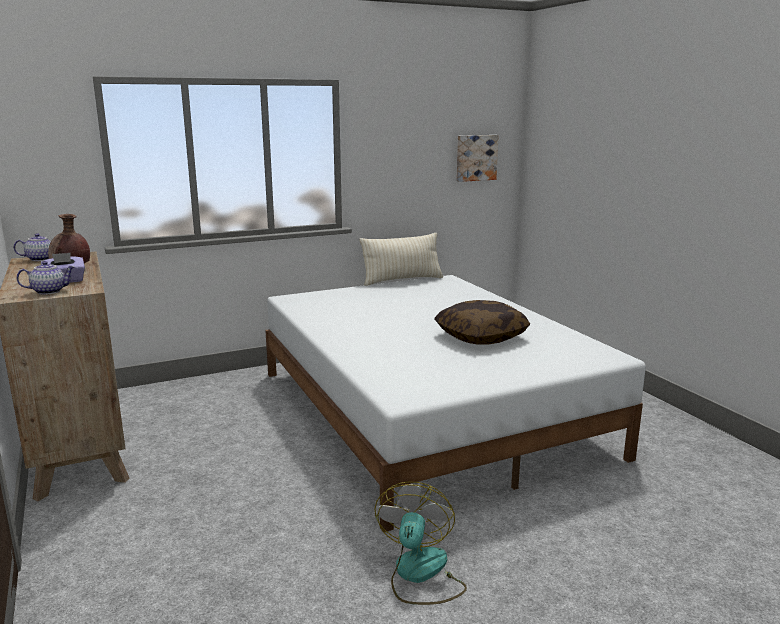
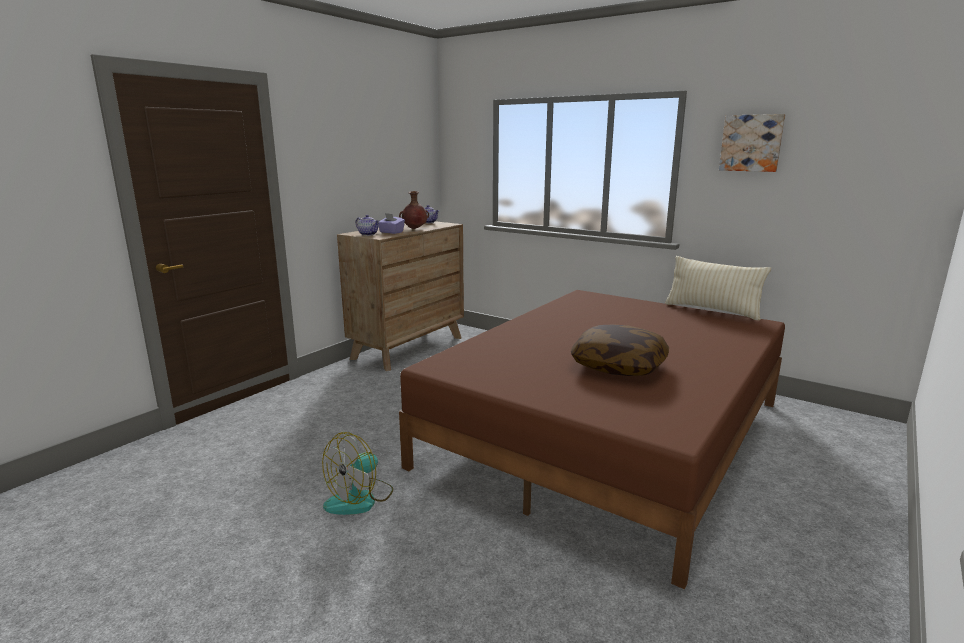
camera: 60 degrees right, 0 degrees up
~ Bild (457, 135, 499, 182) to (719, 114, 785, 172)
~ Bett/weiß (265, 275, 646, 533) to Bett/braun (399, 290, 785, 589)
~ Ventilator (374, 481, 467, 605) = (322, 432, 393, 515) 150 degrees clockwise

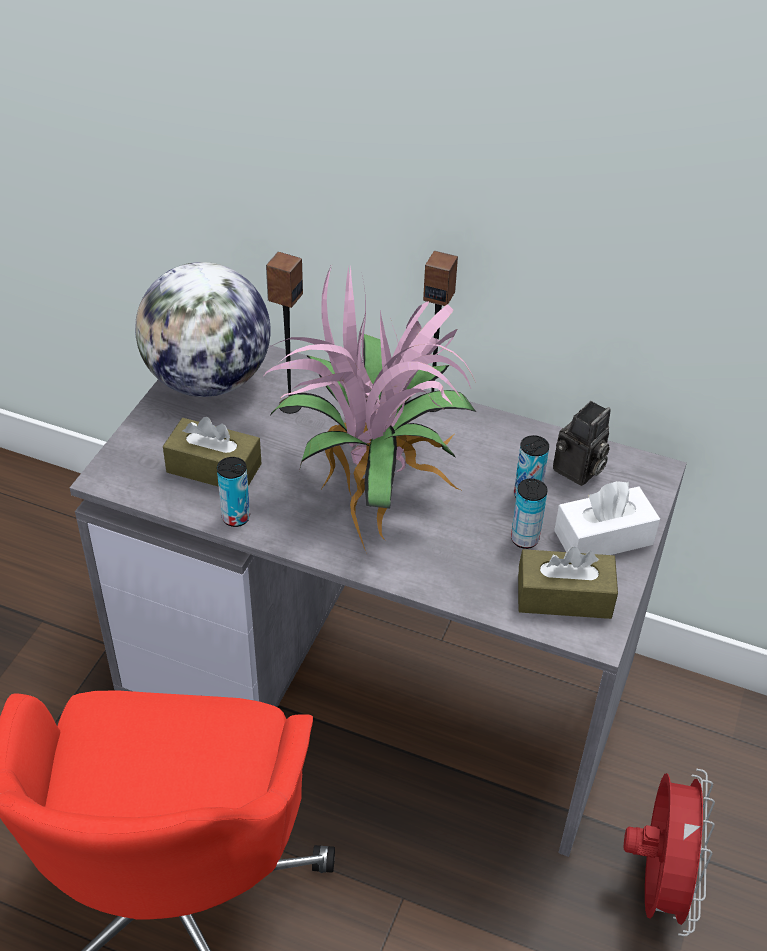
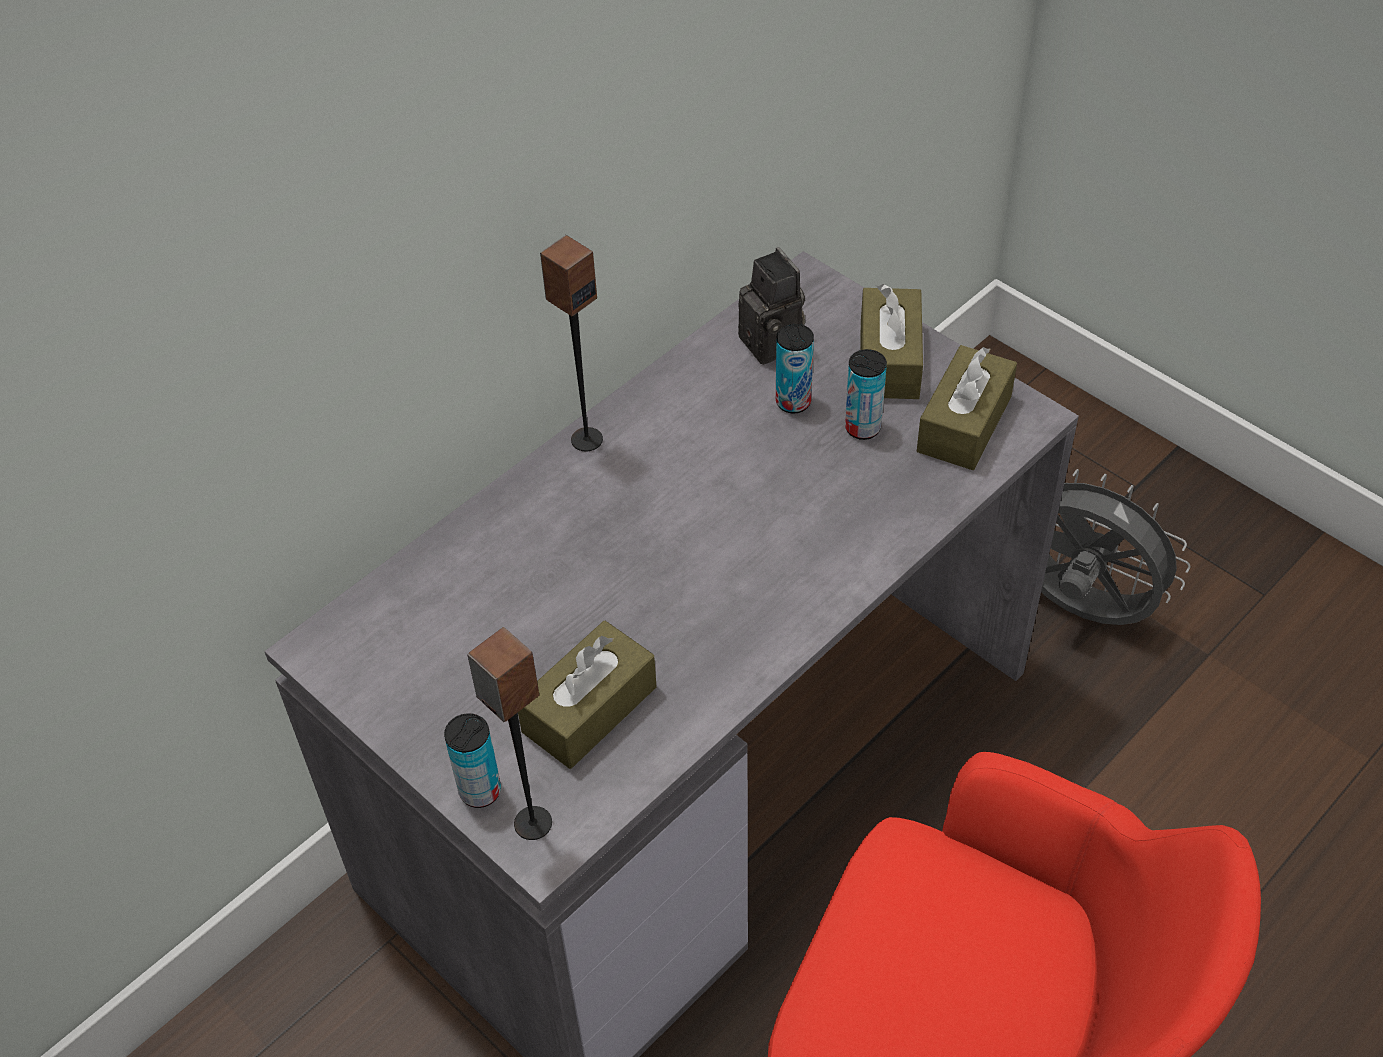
camera: 65 degrees left, 5 degrees up
- Globus (135, 262, 270, 397)
- Topfpflanze (264, 263, 476, 554)
~ Dose (217, 457, 250, 527) to (444, 713, 501, 808)
~ Lautsprecher (266, 252, 303, 414) to (467, 627, 552, 840)
~ Taschentuchbox/weiß (554, 481, 660, 555) to Taschentuchbox/braun (860, 284, 923, 399)
~ Ventilator/rot (624, 769, 715, 936) to Ventilator/grau (1041, 469, 1191, 625)

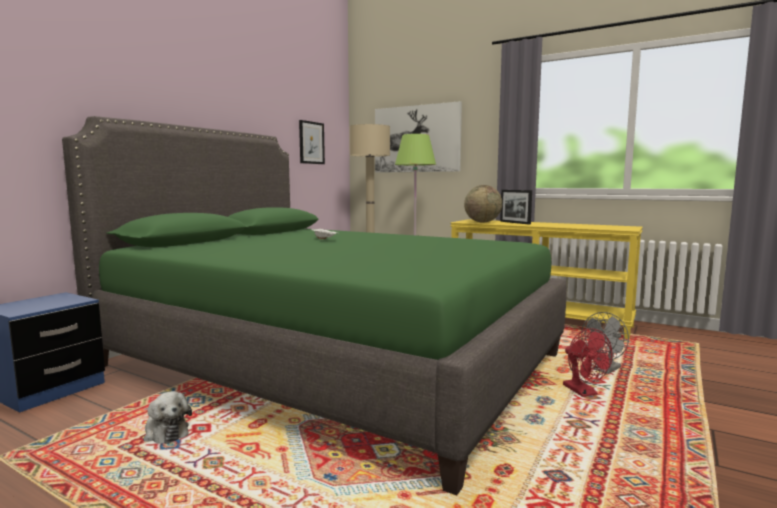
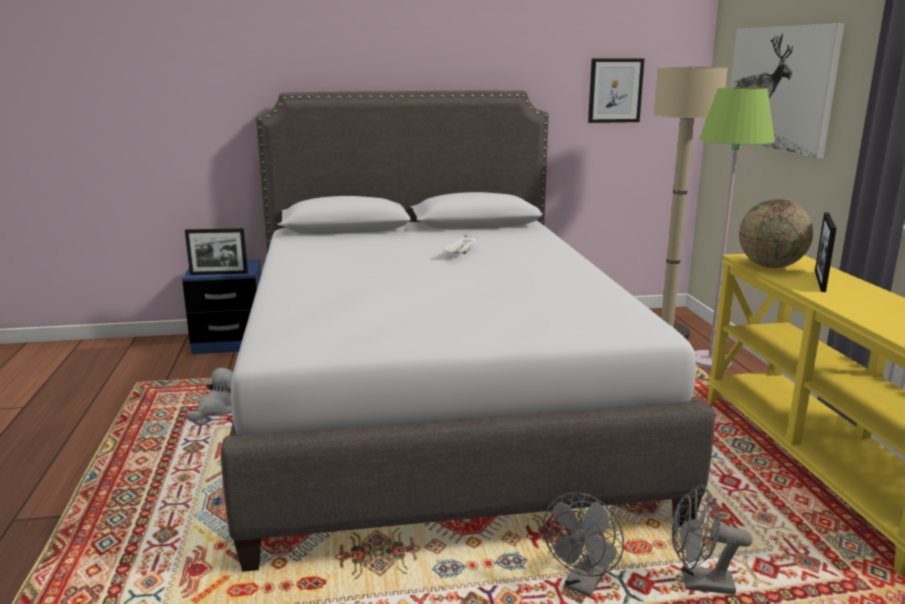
camera: 50 degrees right, 10 degrees up
+ Bilderrahmen (185, 228, 248, 275)
~ Bett/grün (62, 116, 567, 495) to Bett/grau (221, 91, 715, 572)
~ Ventilator/rot (563, 328, 612, 397) to Ventilator/grau (543, 492, 624, 597)
~ Plüschtier (143, 391, 192, 444) = (186, 368, 233, 421) 150 degrees counterclockwise

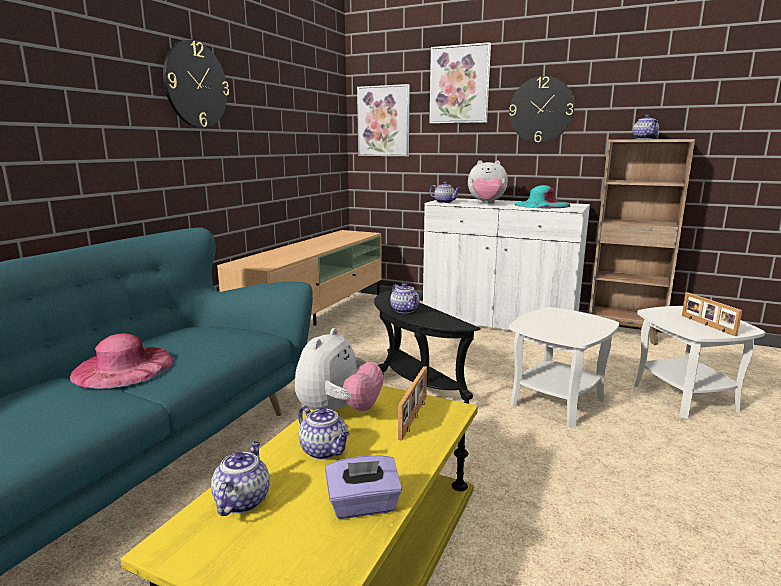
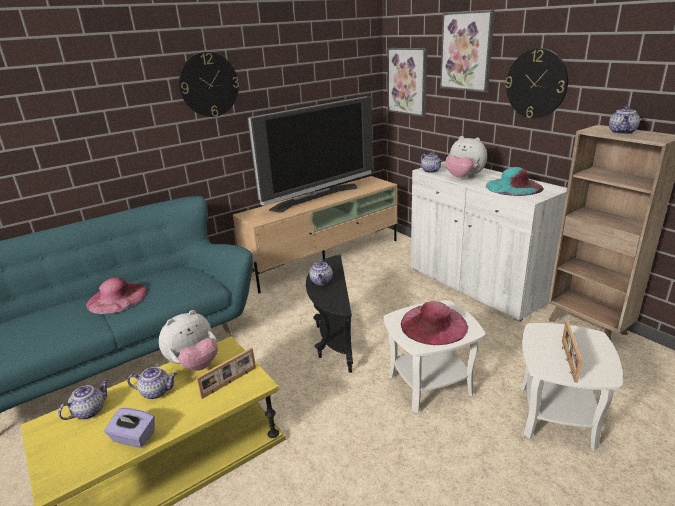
camera: 30 degrees right, 10 degrees up
+ Fernseher (247, 96, 373, 213)
+ Hut/rosa (401, 301, 468, 345)
~ Teekanne (298, 406, 350, 459) = (127, 367, 177, 399) 75 degrees counterclockwise

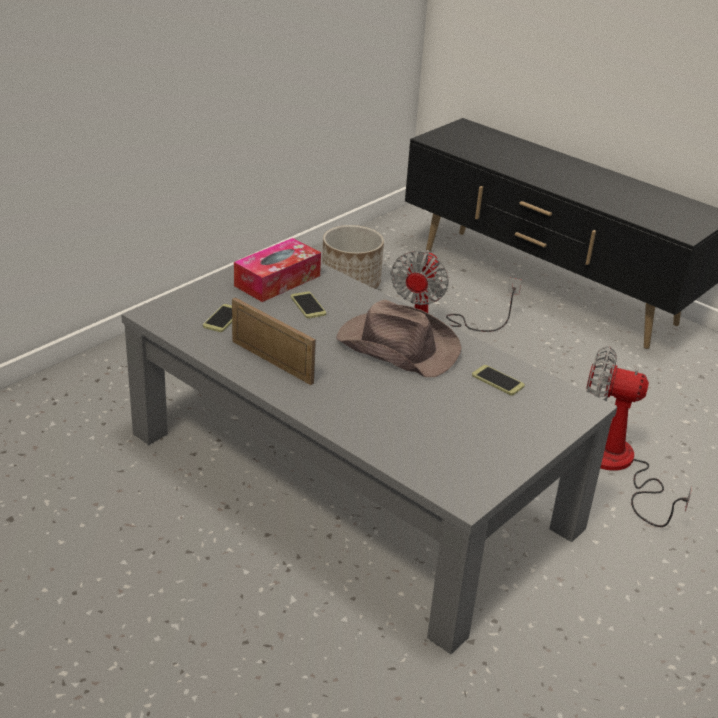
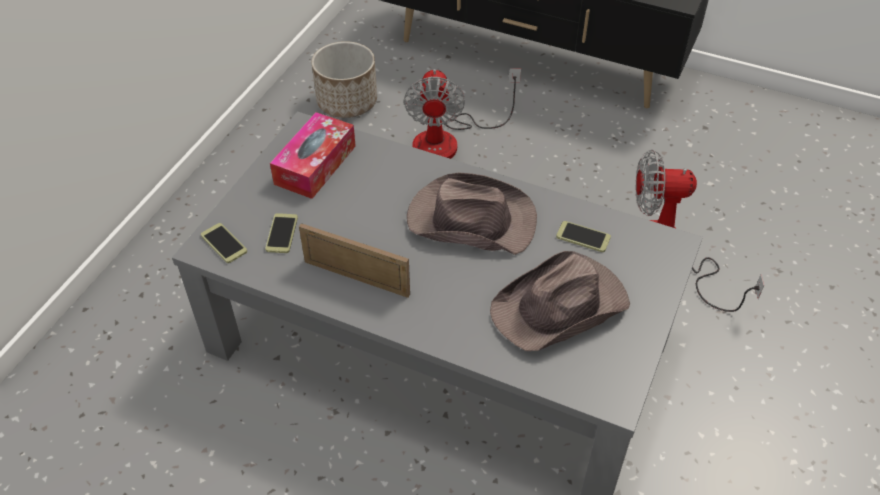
camera: 15 degrees left, 15 degrees up
+ Hut/braun (490, 251, 630, 351)
~ Handy (291, 291, 326, 319) to (201, 223, 247, 263)

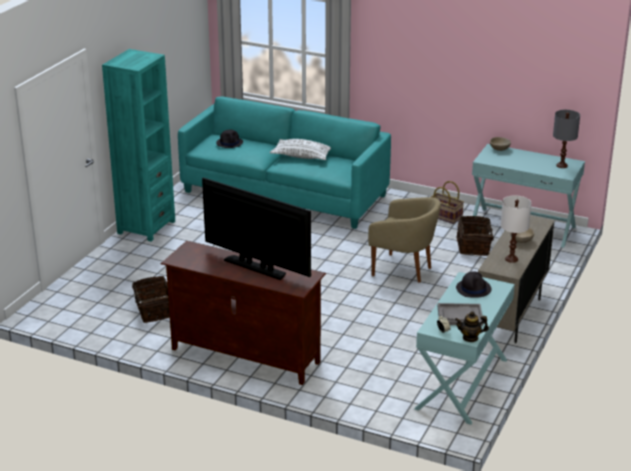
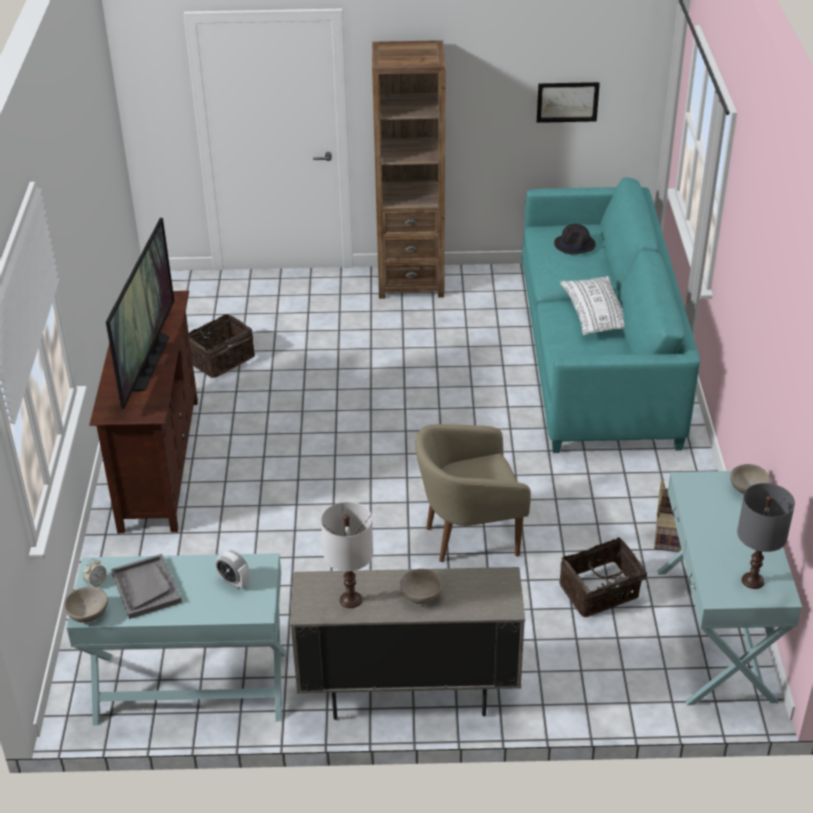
camera: 65 degrees right, 10 degrees up
+ Bild (537, 82, 600, 123)
~ Teekanne (455, 311, 489, 342) to Schüssel/beige (64, 587, 108, 623)
~ Hut/schwarz (456, 271, 492, 298) to Wecker (216, 550, 249, 589)
~ Bücherregal/türkis (102, 49, 175, 242) to Bücherregal/braun (372, 40, 446, 299)
~ Sessel/beige (368, 197, 441, 282) = (415, 424, 531, 562) 75 degrees clockwise

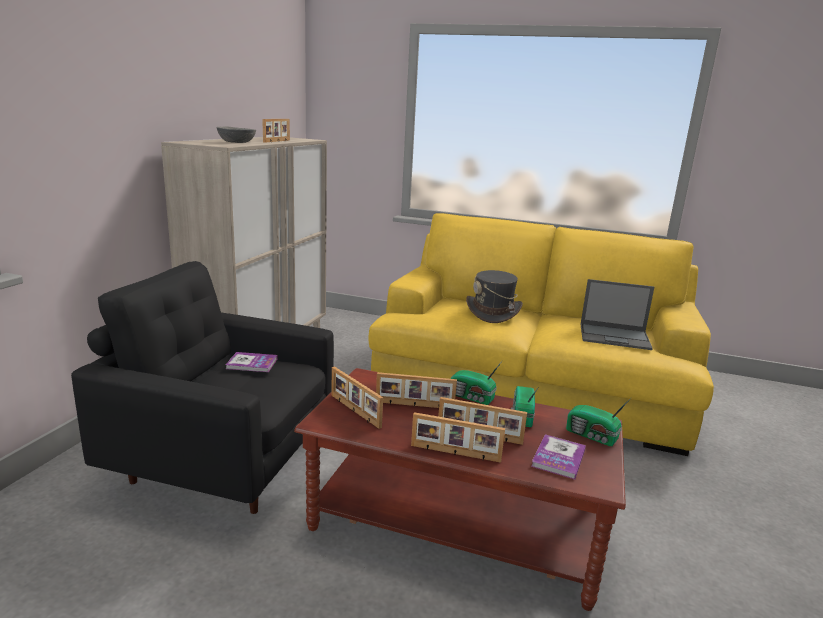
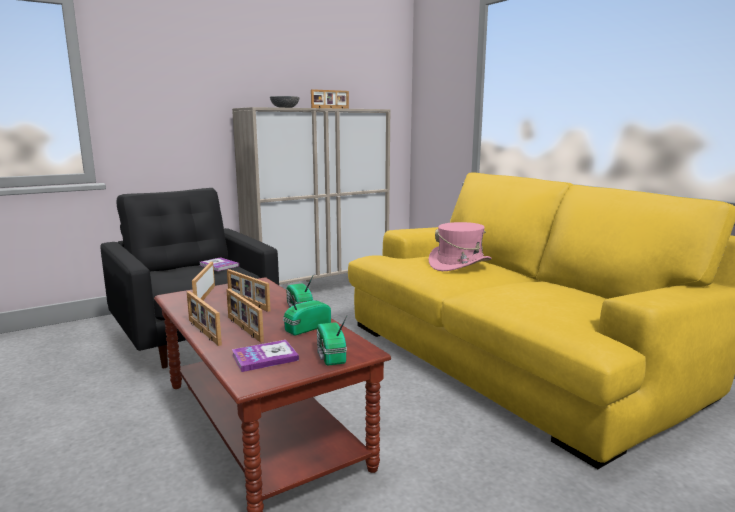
camera: 40 degrees right, 5 degrees down
- Laptop (580, 279, 654, 350)
~ Hut/grau (466, 270, 523, 323) to Hut/rosa (429, 222, 491, 271)

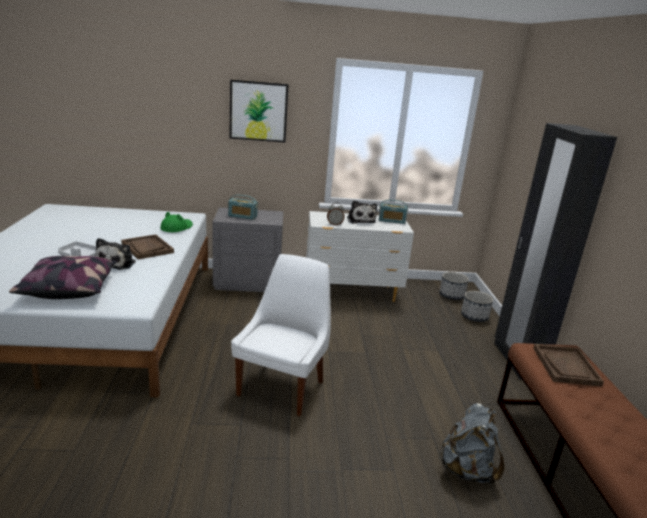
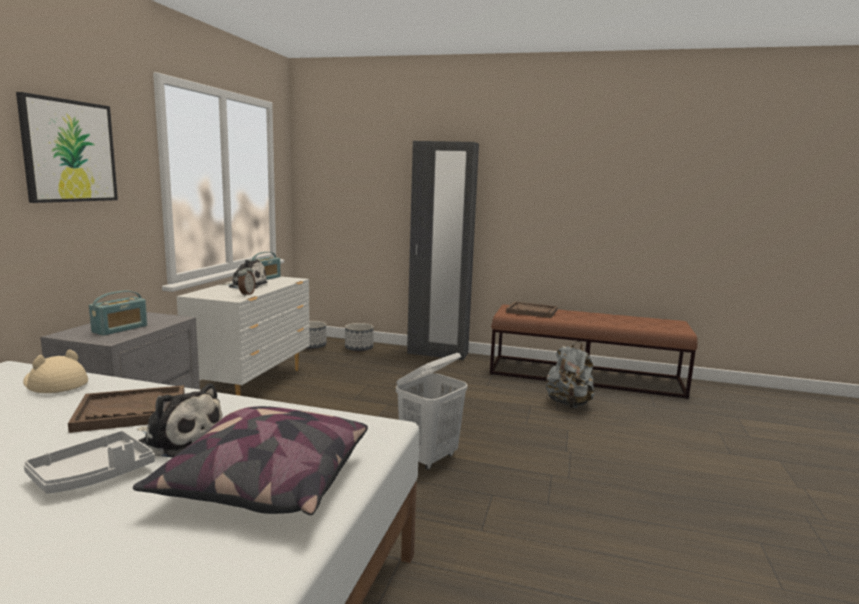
camera: 70 degrees left, 10 degrees down
~ Stuhl/weiß (231, 254, 331, 416) to Wäschekorb/weiß (396, 353, 468, 470)
~ Hut/grün (160, 212, 193, 232) to Hut/beige (23, 349, 88, 393)

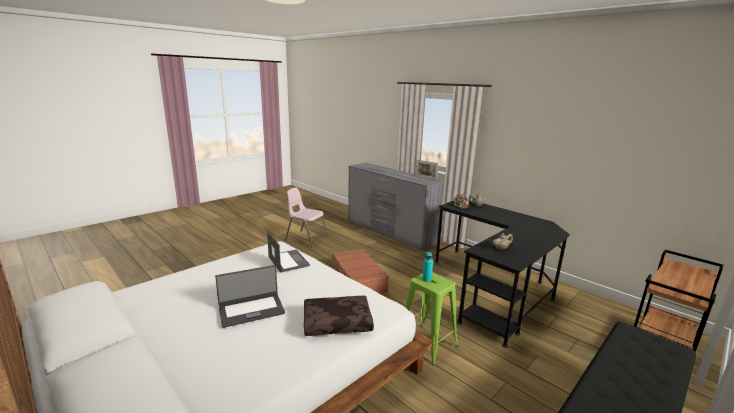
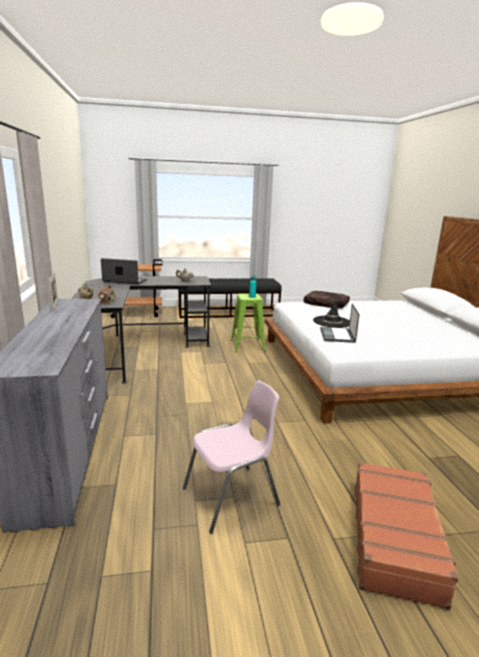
camera: 145 degrees left, 0 degrees up
+ Hut/schwarz (313, 300, 350, 328)
~ Laptop (215, 265, 285, 328) to (101, 258, 147, 285)
~ Koffer/braun (332, 248, 389, 294) to (355, 462, 459, 610)
~ Stuhl/rosa (285, 188, 328, 247) = (183, 381, 280, 534) 90 degrees counterclockwise

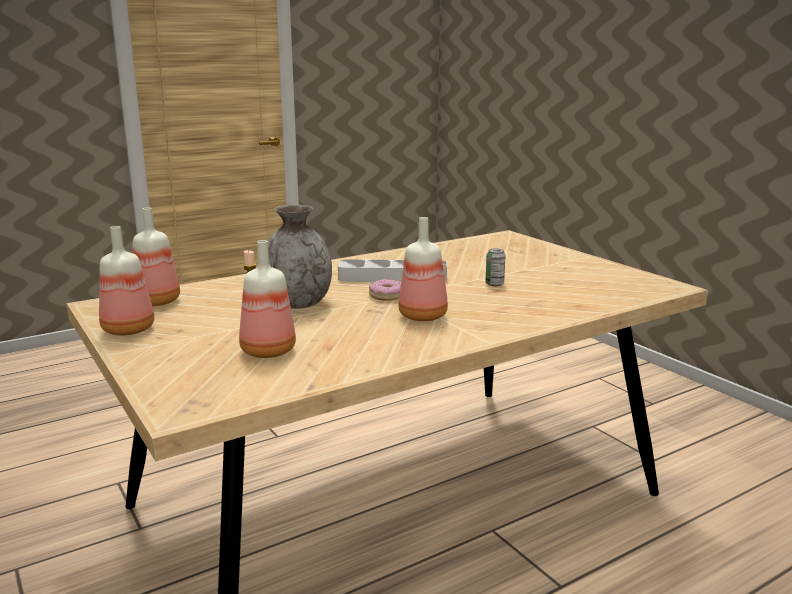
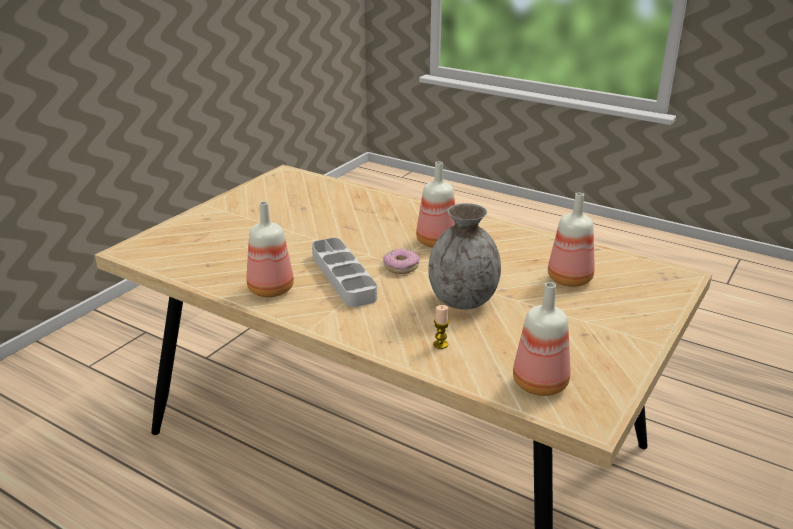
camera: 115 degrees left, 10 degrees up
- Dose (485, 248, 505, 286)
~ Flasche (99, 226, 154, 335) to (247, 201, 294, 297)

